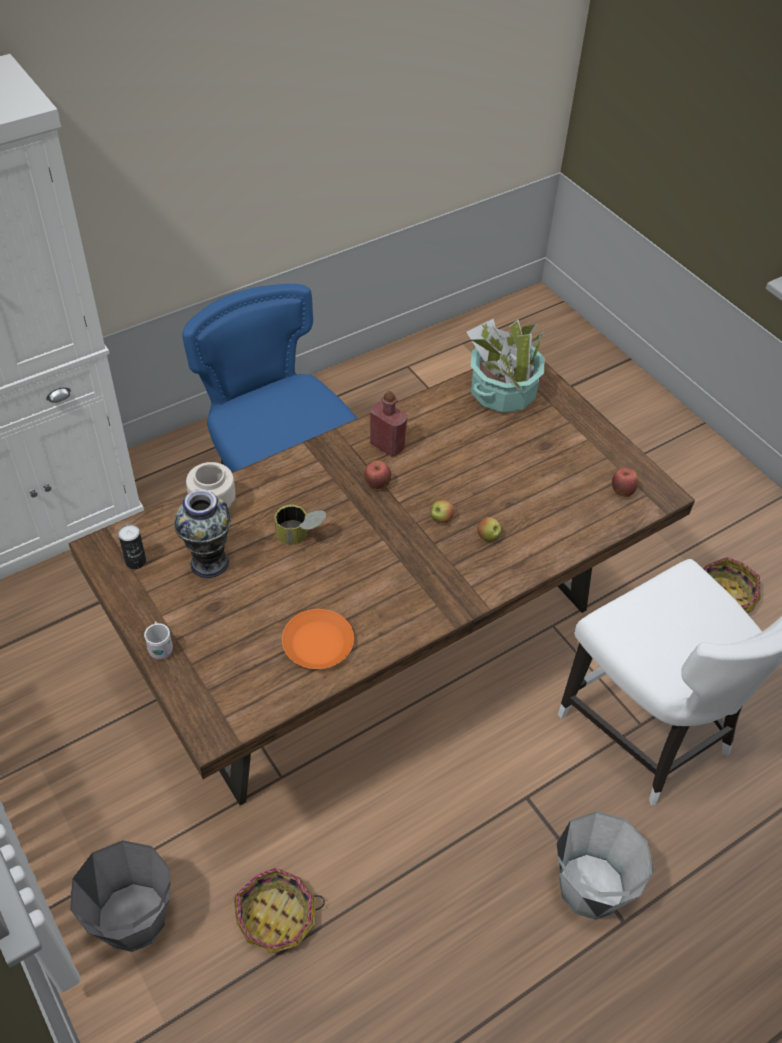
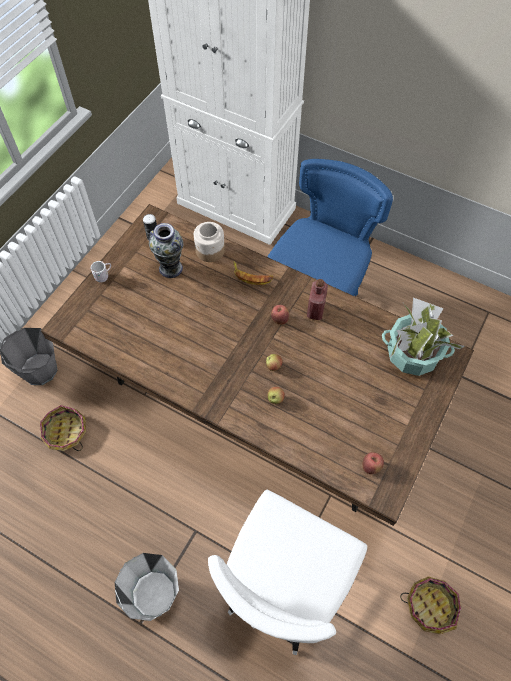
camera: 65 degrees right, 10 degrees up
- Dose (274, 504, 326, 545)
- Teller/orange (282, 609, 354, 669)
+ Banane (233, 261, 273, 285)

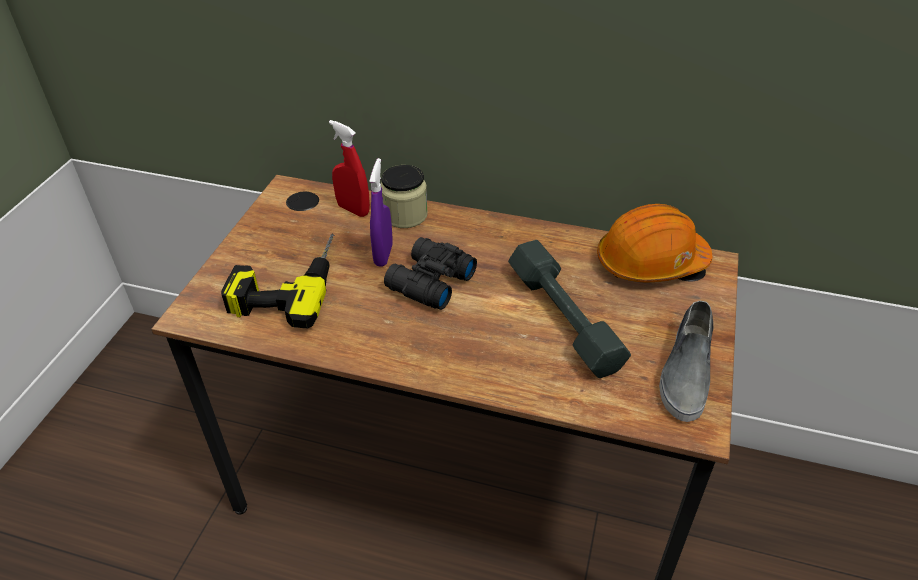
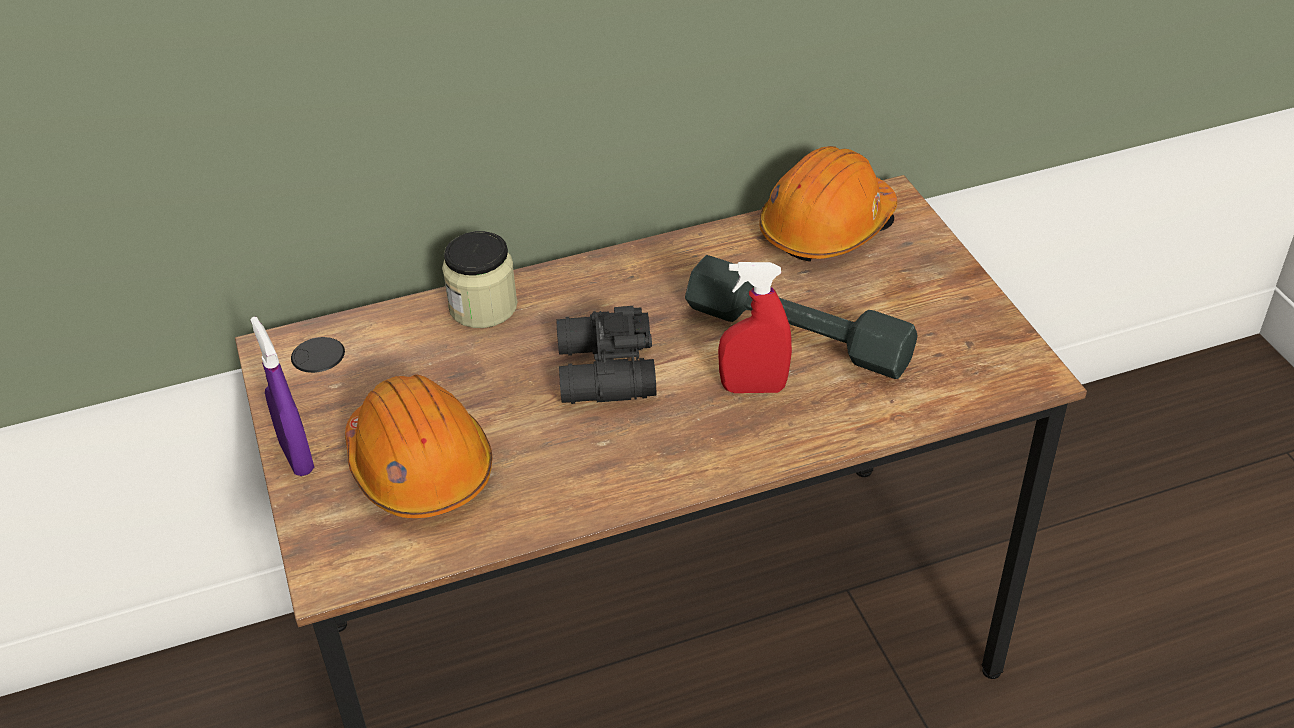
camera: 35 degrees left, 0 degrees up
- Schuh/grau (659, 301, 713, 422)
~ Sprühflasche/rot (329, 120, 370, 217) to (718, 262, 792, 393)
~ Sprühflasche/lila (369, 158, 393, 267) to (250, 317, 314, 476)
~ Bohrmaschine (221, 234, 334, 328) to Schutzhelm/orange (345, 374, 492, 518)

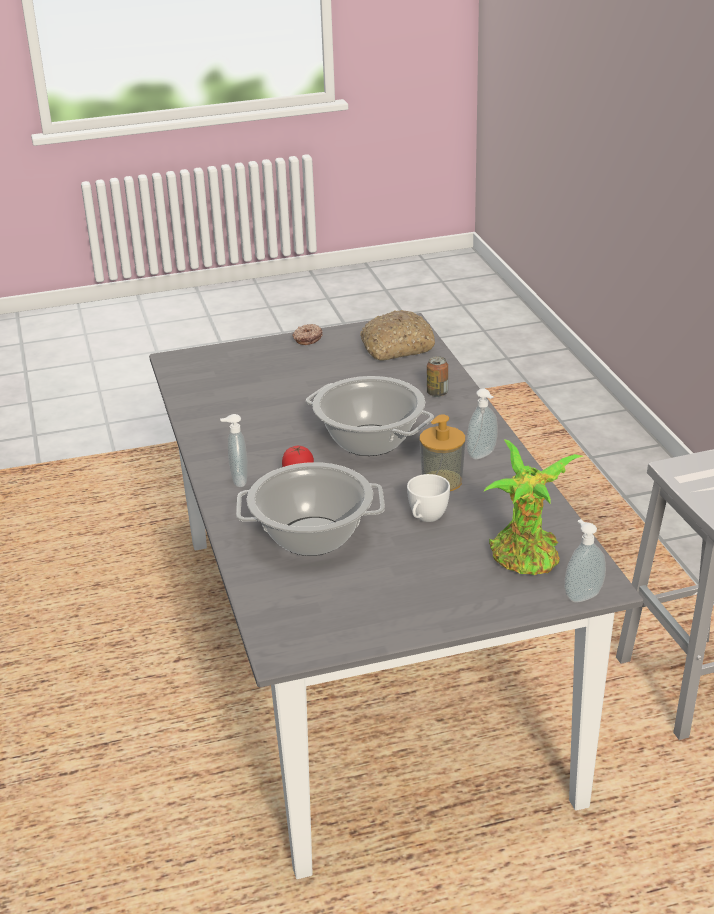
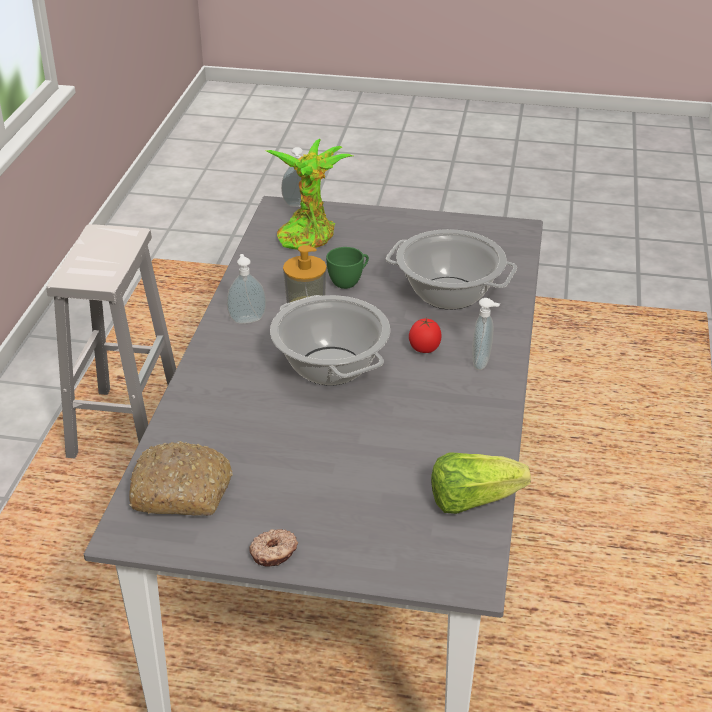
camera: 155 degrees left, 5 degrees up
- Dose (427, 356, 448, 397)
+ Salatkopf (431, 452, 531, 514)
~ Tasse/weiß (407, 474, 450, 522) to Tasse/grün (326, 247, 369, 289)

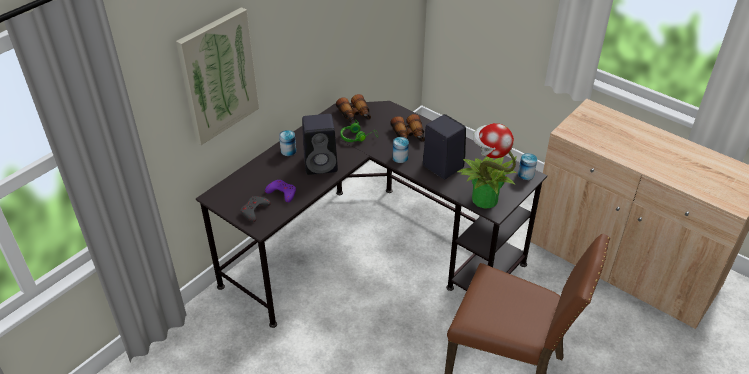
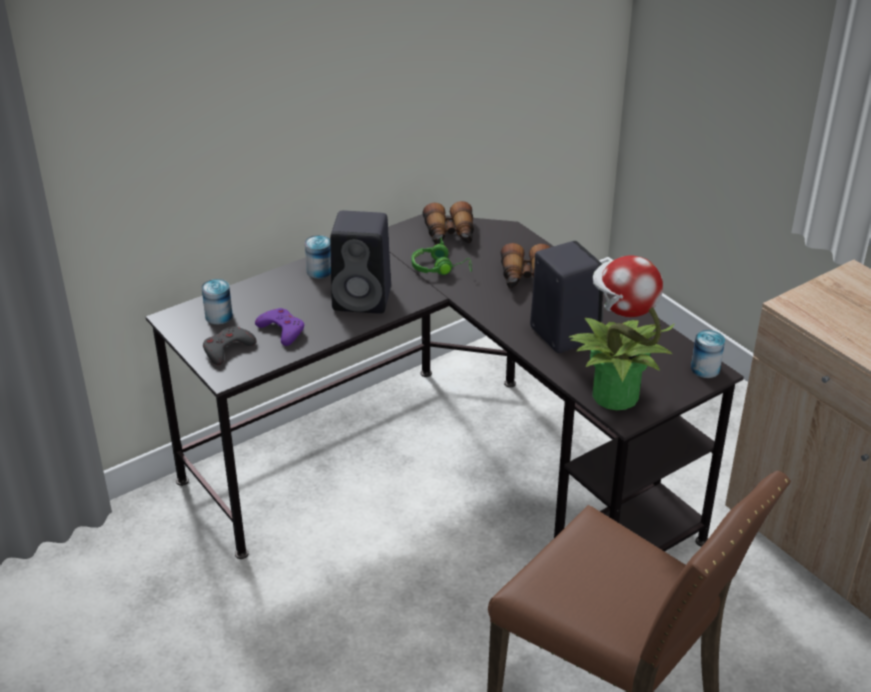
camera: 15 degrees right, 5 degrees down
- Bild (176, 7, 259, 145)
~ Dose (393, 137, 409, 163) to (202, 279, 233, 325)

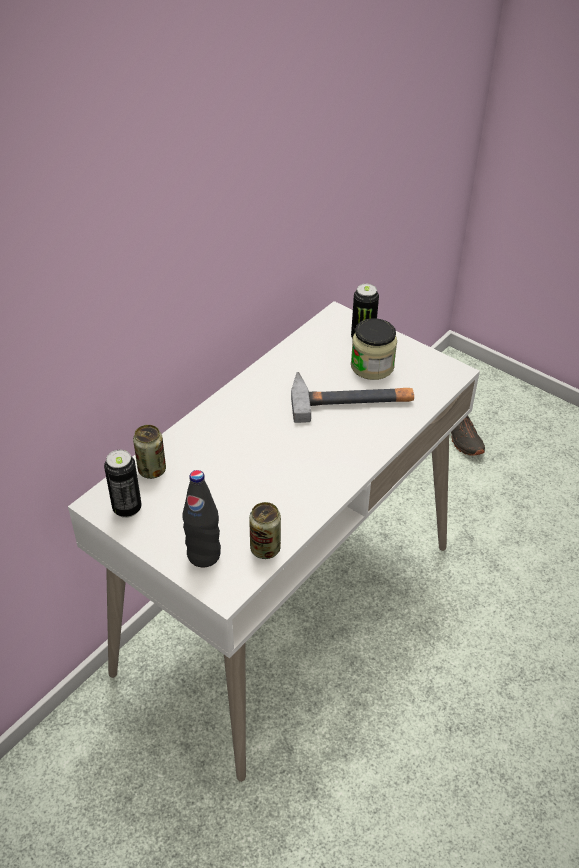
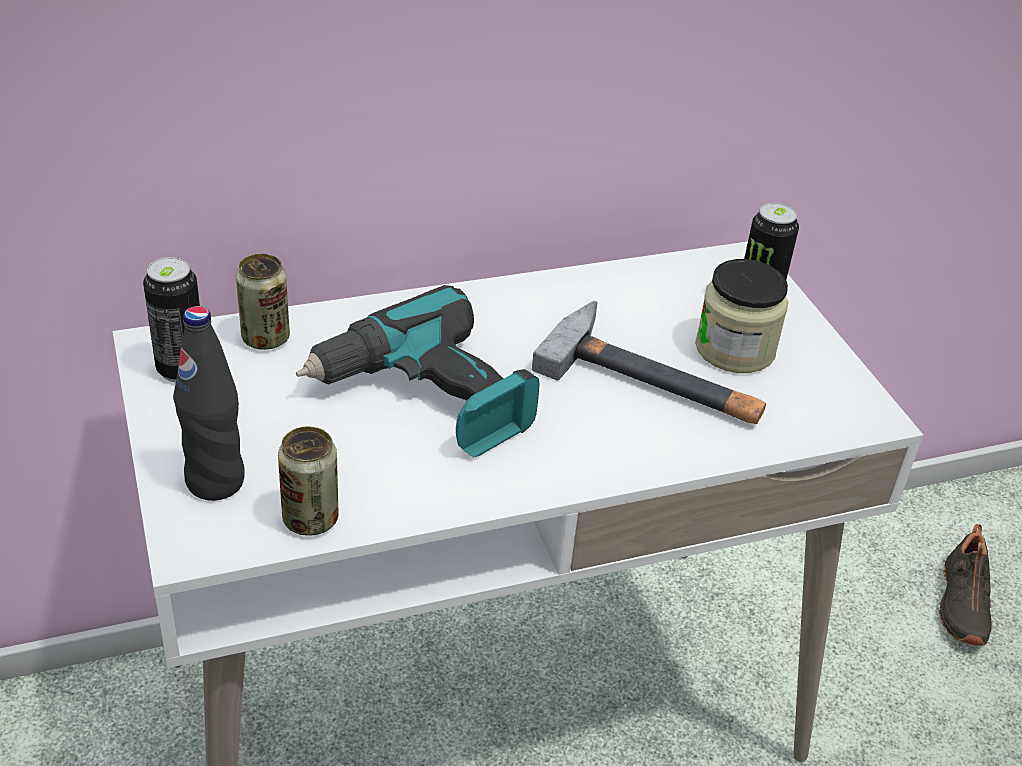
camera: 30 degrees right, 5 degrees down
+ Bohrmaschine (296, 285, 540, 458)

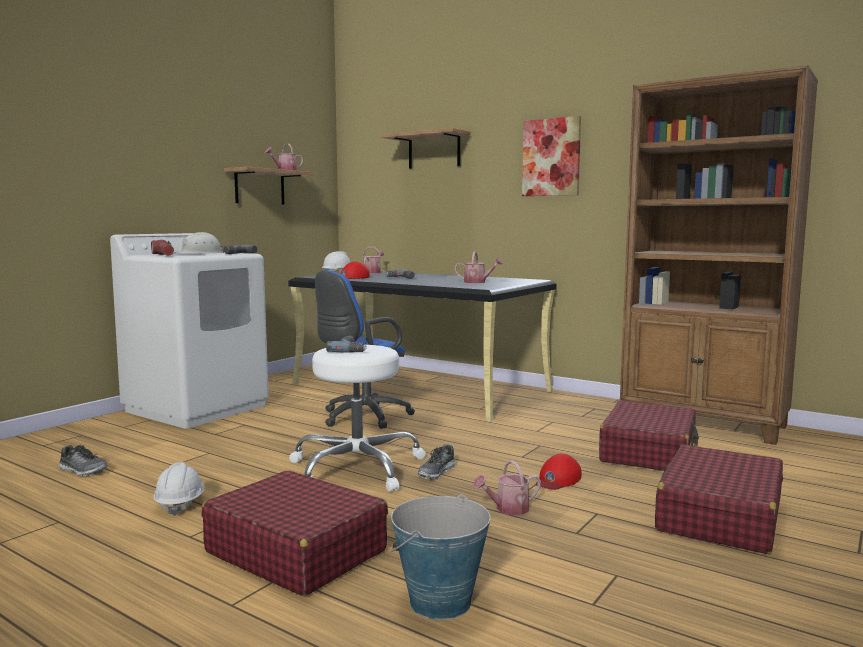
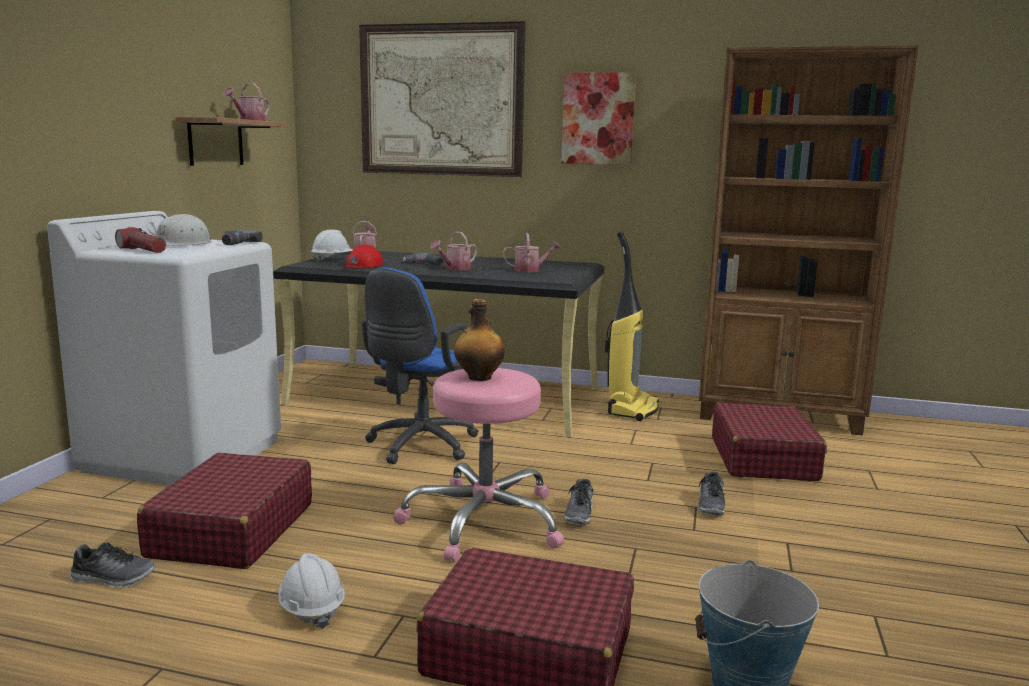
camera: 20 degrees left, 5 degrees up
+ Staubsauger (605, 231, 659, 421)
~ Gießkanne (473, 460, 541, 515) to (431, 231, 477, 270)
~ Koffer/rot (655, 445, 783, 554) to (137, 453, 312, 569)
~ Bohrmaschine (326, 336, 367, 353) to Flasche (454, 299, 505, 381)
~ Wandregal (381, 128, 471, 169) to Bild (359, 21, 526, 177)
~ Kappe/rot (536, 453, 581, 490) to Schuh (697, 471, 725, 516)
~ Hocker/weiß (289, 345, 426, 492) to Hocker/rosa (393, 368, 564, 562)

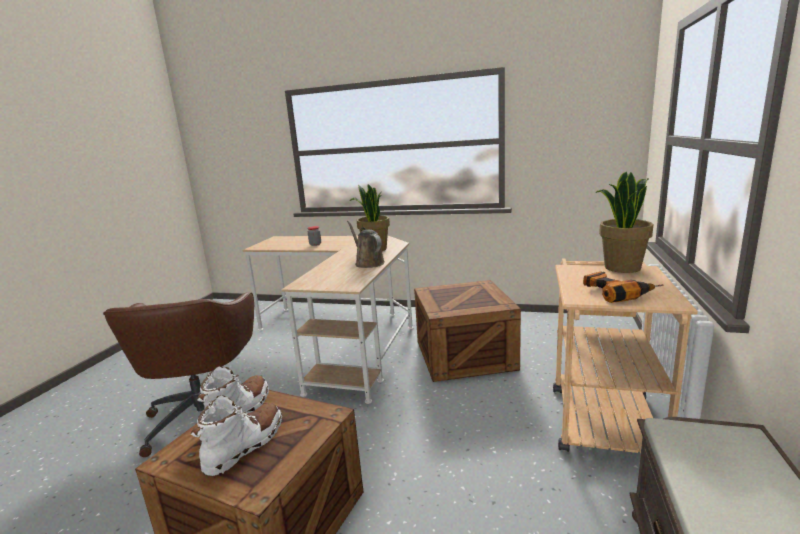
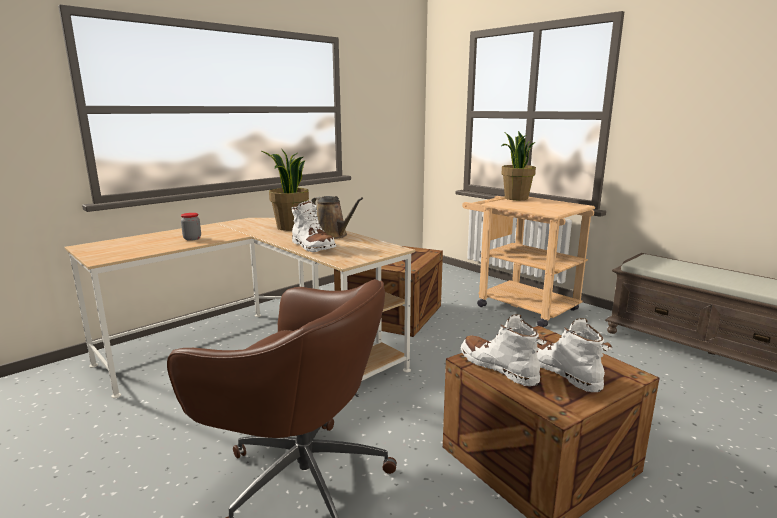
camera: 60 degrees left, 0 degrees up
- Bohrmaschine (583, 271, 663, 303)
+ Stiefel/weiß (291, 200, 336, 252)
~ Gießkanne/braun (347, 220, 385, 268) = (311, 196, 363, 239) 135 degrees counterclockwise

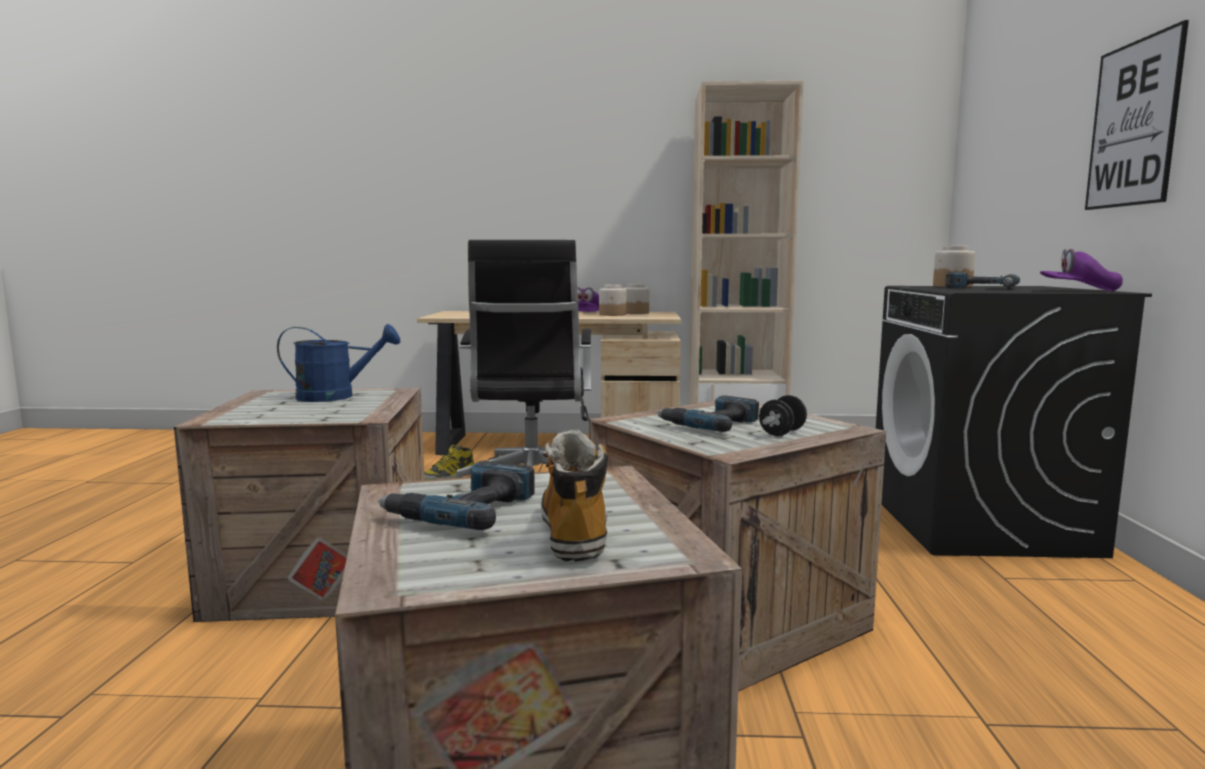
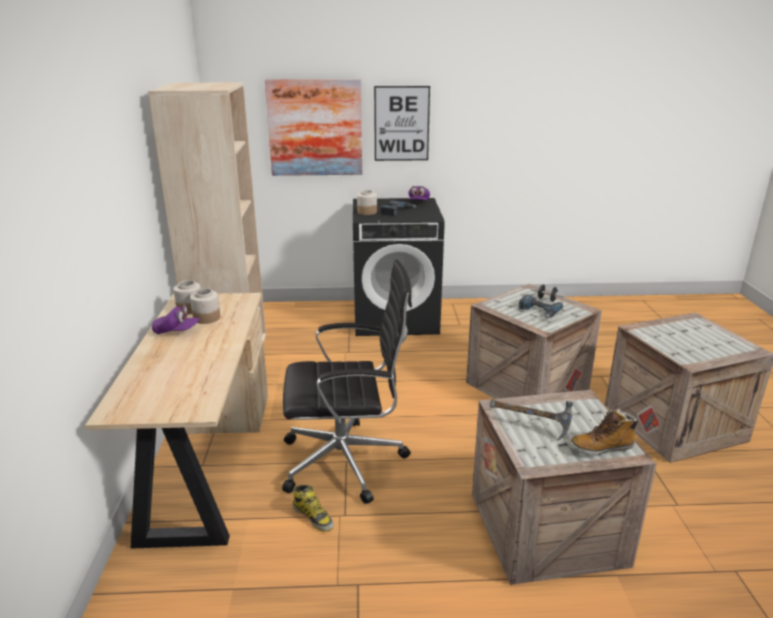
camera: 95 degrees left, 15 degrees up
- Bohrmaschine (378, 460, 535, 530)
+ Bild (265, 79, 362, 176)
~ Stiefel (541, 429, 608, 562) to (570, 409, 639, 456)
~ Gießkanne/blau (277, 324, 400, 402) to Hammer (490, 398, 573, 441)

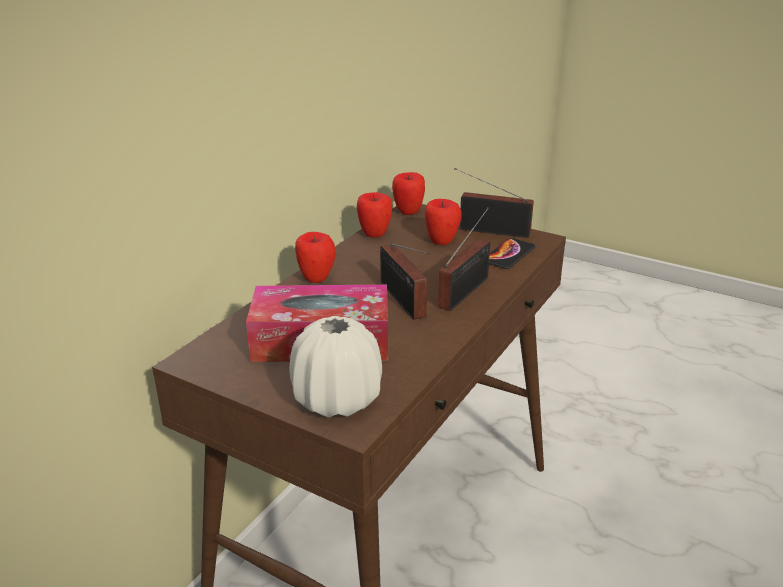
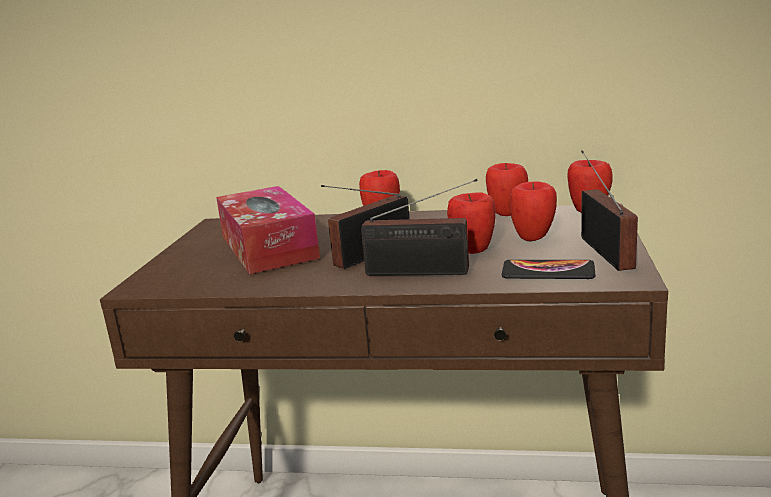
camera: 70 degrees right, 10 degrees down
- Vase/weiß (289, 316, 382, 418)
+ Apfel (447, 192, 496, 254)

